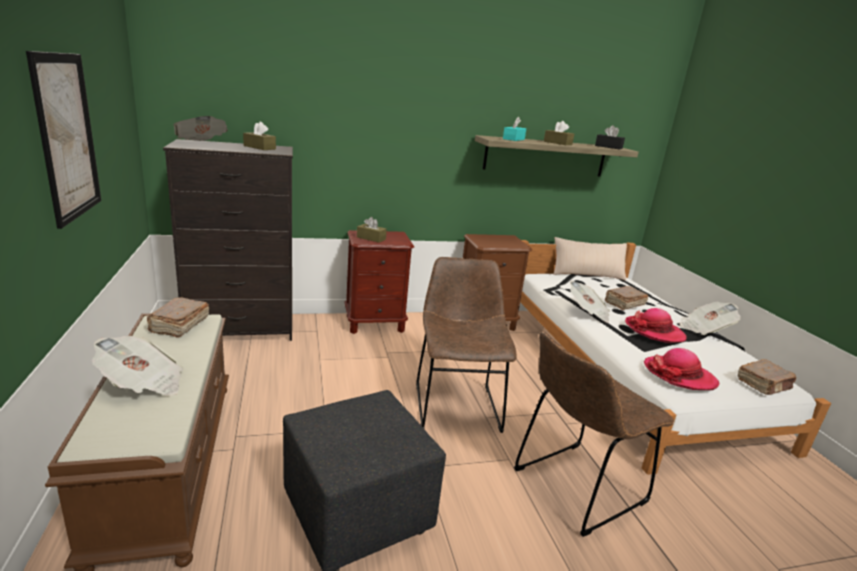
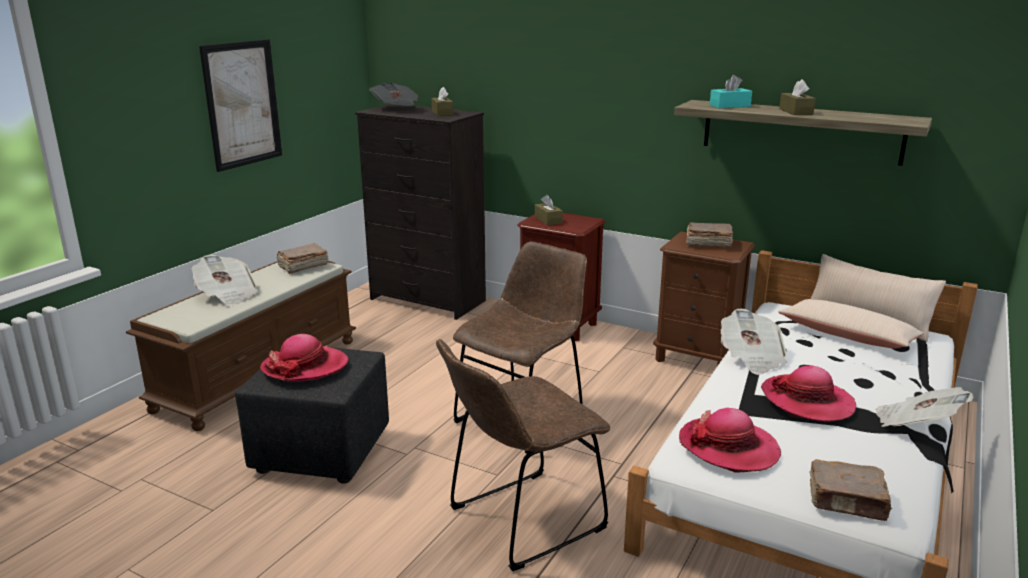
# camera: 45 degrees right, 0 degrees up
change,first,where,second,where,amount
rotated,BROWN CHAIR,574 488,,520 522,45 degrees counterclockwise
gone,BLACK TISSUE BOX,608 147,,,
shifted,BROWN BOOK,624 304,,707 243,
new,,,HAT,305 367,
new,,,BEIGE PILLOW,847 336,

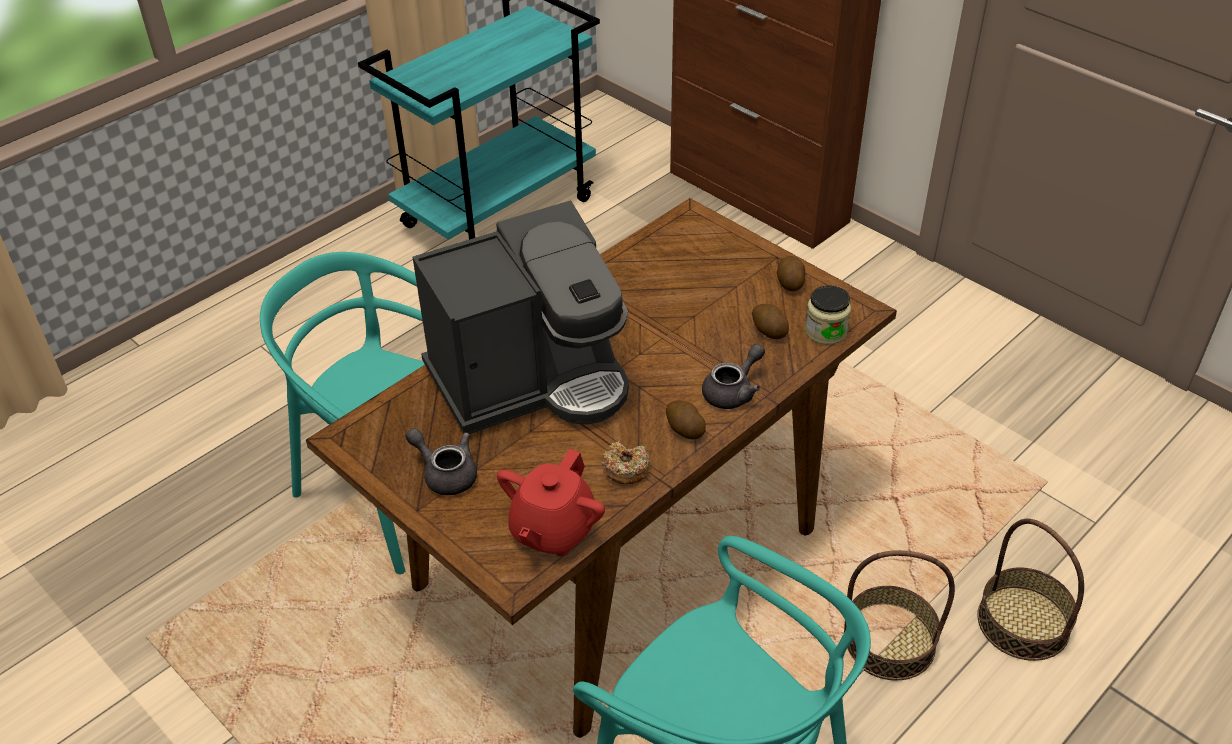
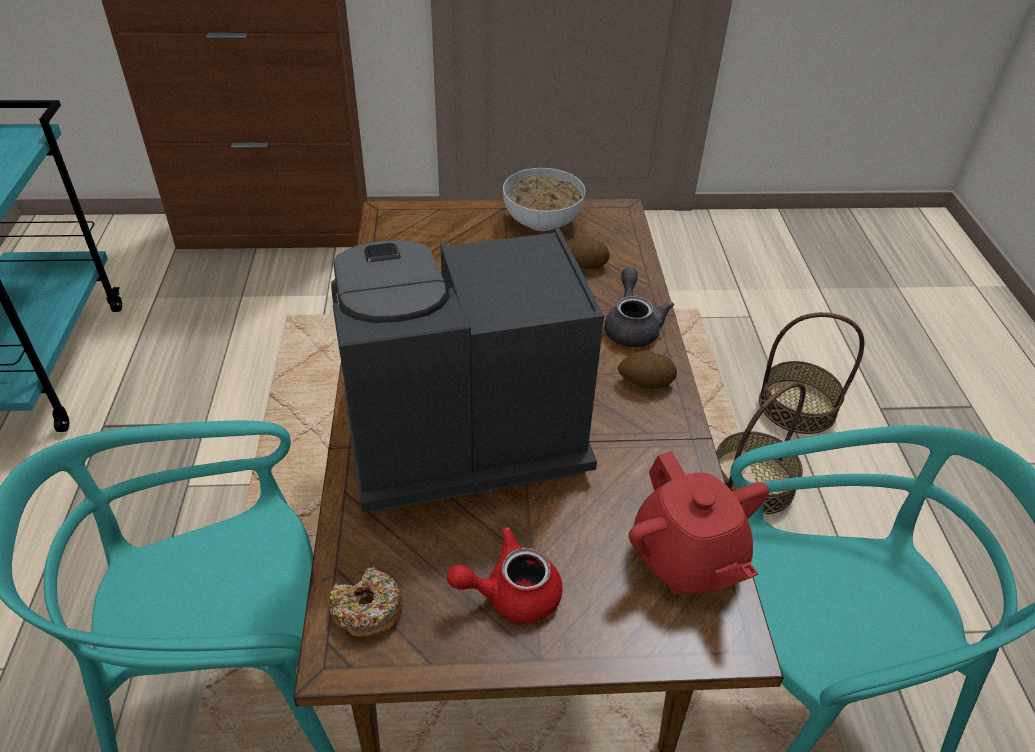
# camera: 50 degrees left, 0 degrees up
change,first,where,second,where,amount
repainted,GREY TEAPOT,445 473,RED TEAPOT,511 593,
rotated,COFFEE MACHINE,531 380,,456 436,120 degrees counterclockwise
shifted,DONUT,625 469,,367 610,
swapped,POTATO,790 283,BOWL,542 221,
gone,JAR,825 331,,,

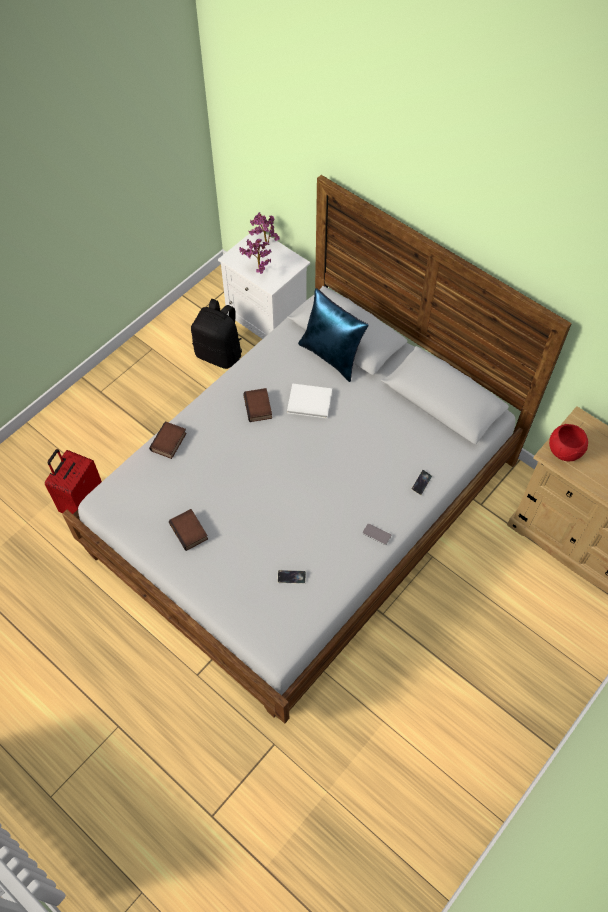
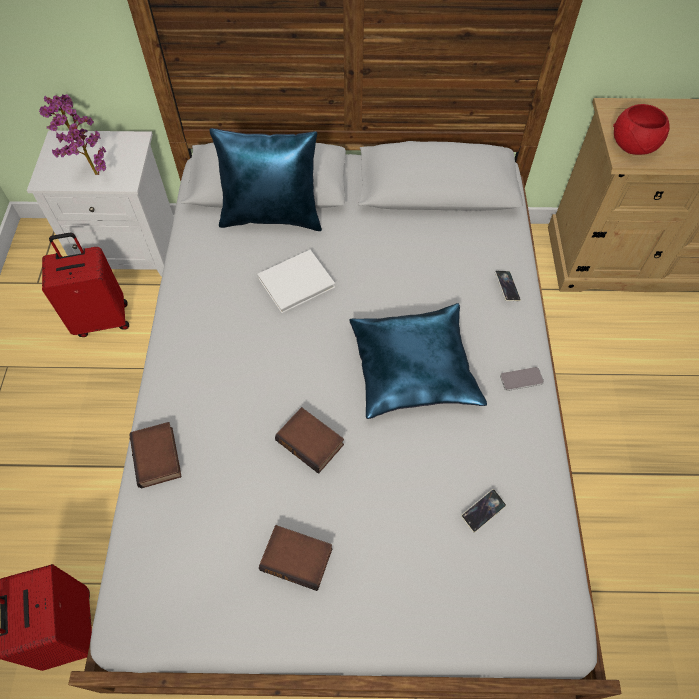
# camera: 40 degrees left, 0 degrees up
change,first,where,second,where,amount
swapped,BLACK BACKPACK,220 354,RED SUITCASE,102 319,
shifted,BOOK,259 407,,312 442,
new,,,BLUE PILLOW,413 368,

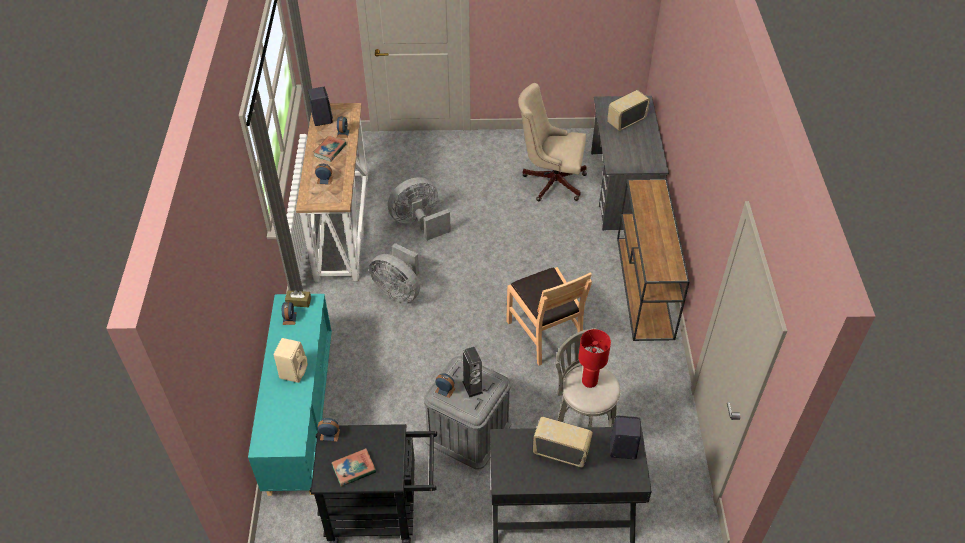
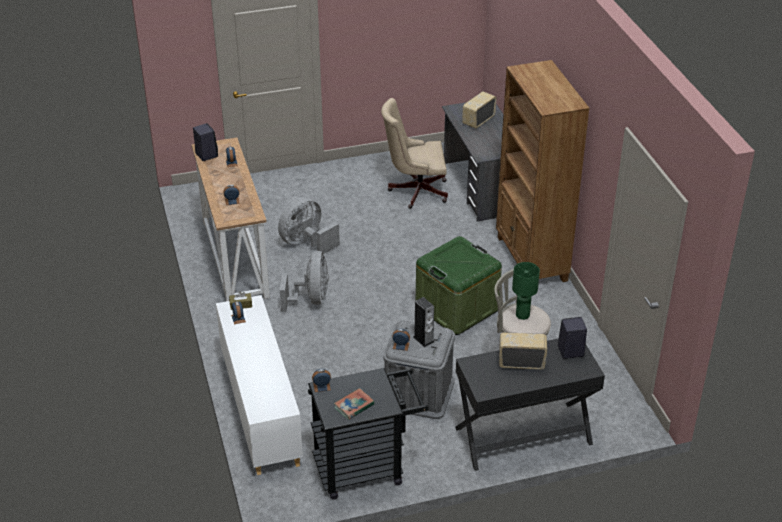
# camera: 15 degrees left, 10 degrees down
change,first,where,second,where,amount
repainted,TURQUOISE CABINET,300 414,WHITE CABINET,260 409,
gone,BEIGE SPEAKER,293 371,,,
gone,BOOK,330 150,,,
rotated,GREY FAN,399 291,,310 299,105 degrees counterclockwise
swapped,BROWN CHAIR,544 333,GREEN STORAGE BOX,456 308,
repainted,RED TABLE LAMP,589 381,GREEN TABLE LAMP,522 315,
swapped,BROWN CONSOLE TABLE,645 288,BROWN BOOKCASE,531 259,

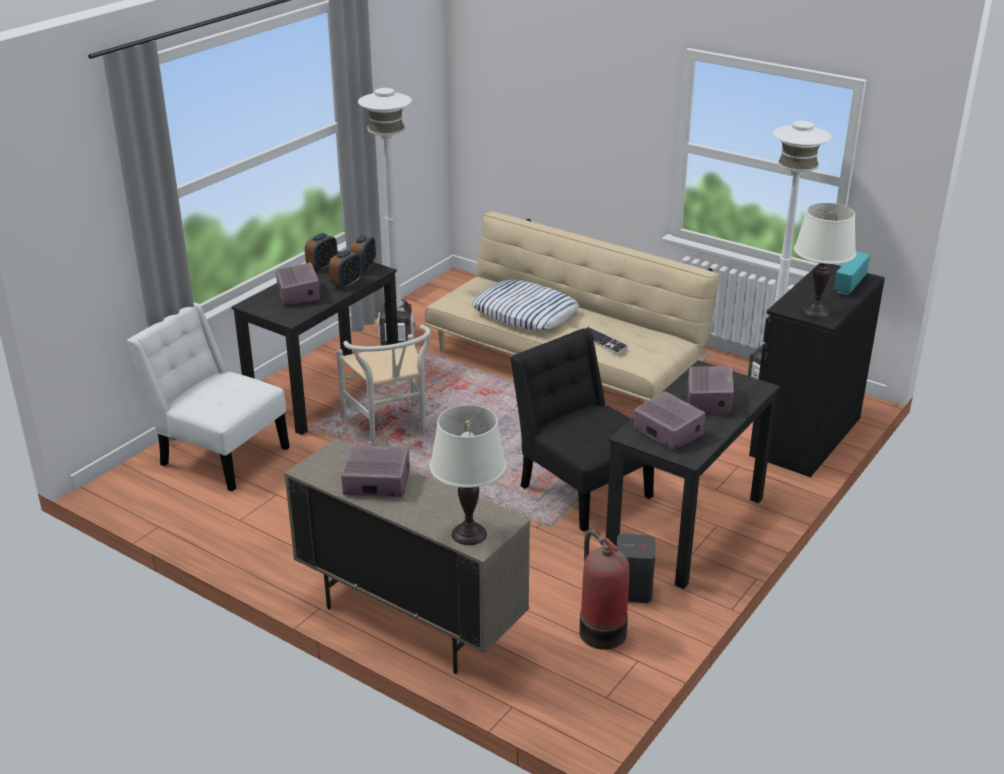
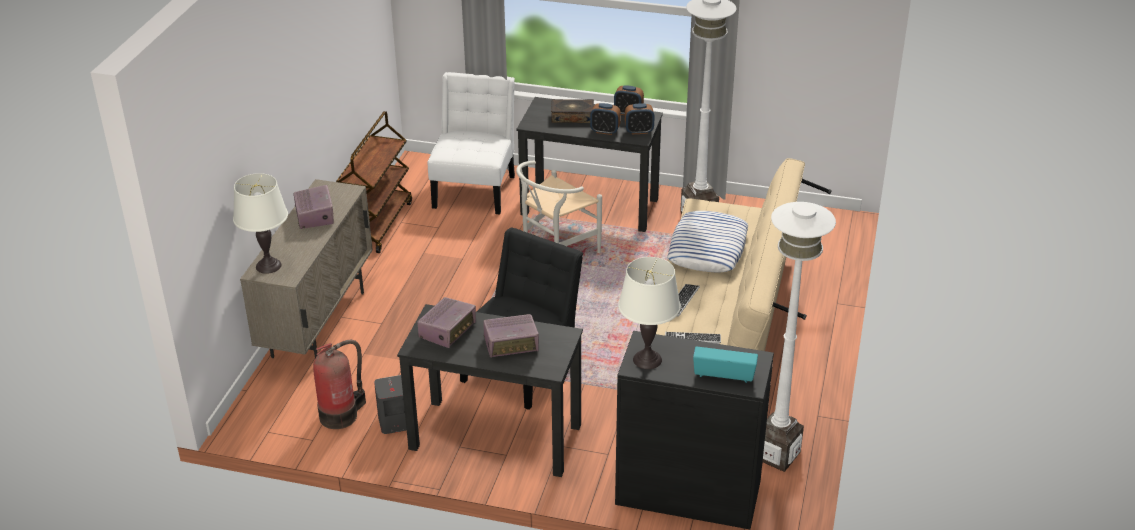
# camera: 70 degrees right, 5 degrees up
change,first,where,second,where,amount
swapped,RADIO,298 294,BOOK,572 116,
new,,,BROWN CART,377 224,
new,,,KEYBOARD,692 338,

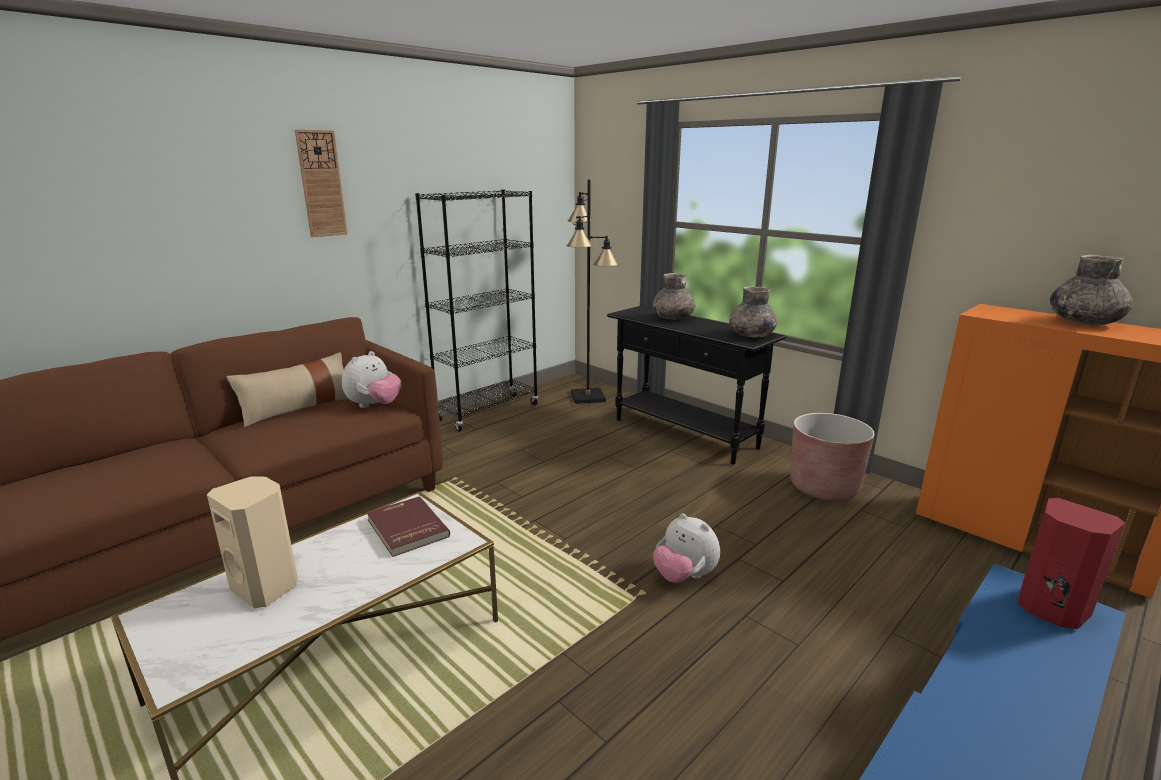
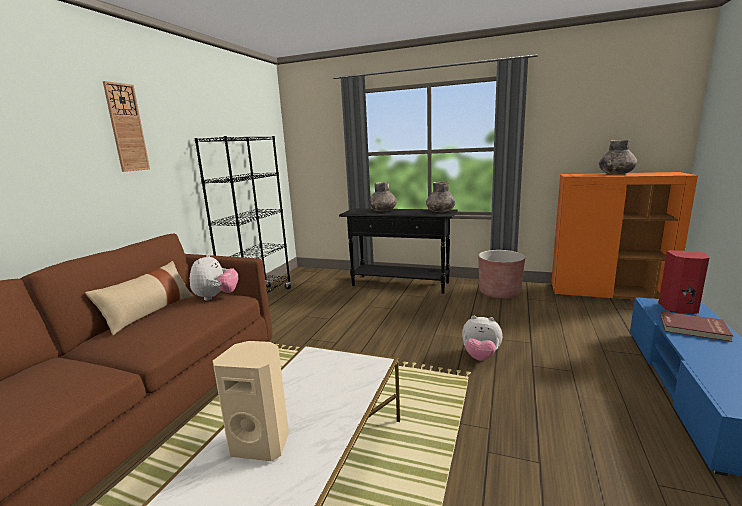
# camera: 25 degrees left, 5 degrees down
change,first,where,second,where,amount
shifted,RED BOOK,406 529,,693 328,
gone,BLACK FLOOR LAMP,588 397,,,

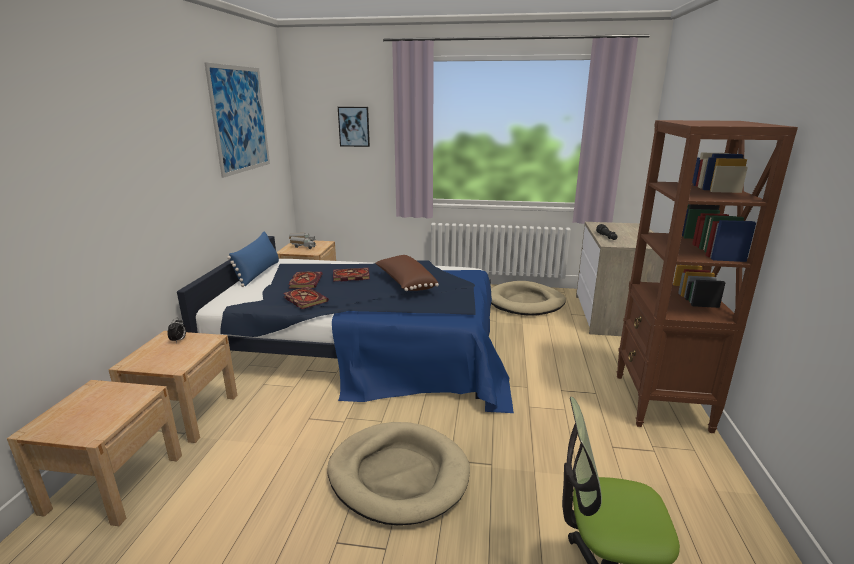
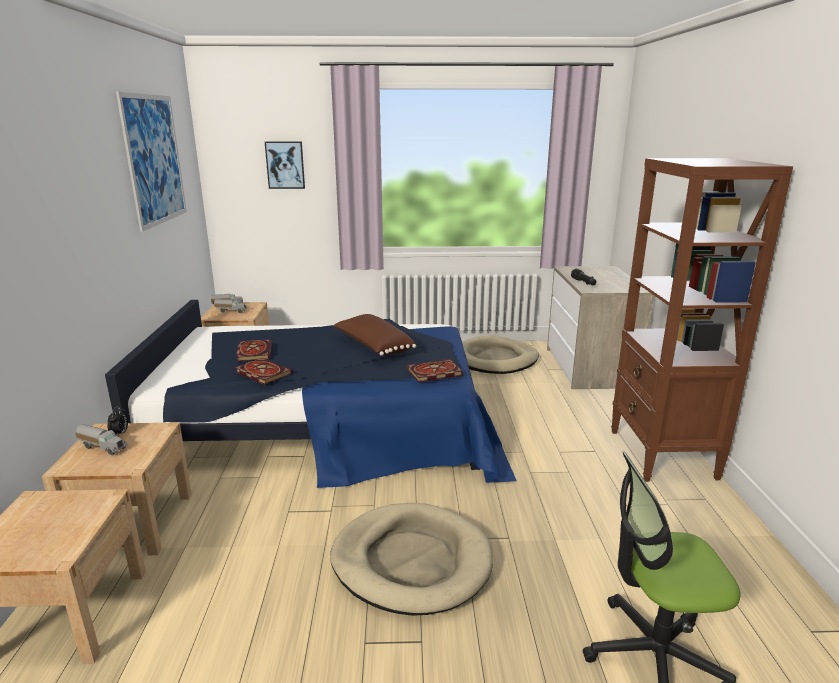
# camera: 10 degrees left, 0 degrees up
change,first,where,second,where,amount
gone,BLUE PILLOW,258 273,,,
shifted,BOOK,350 276,,433 373,
new,,,TOY TRUCK,103 447,

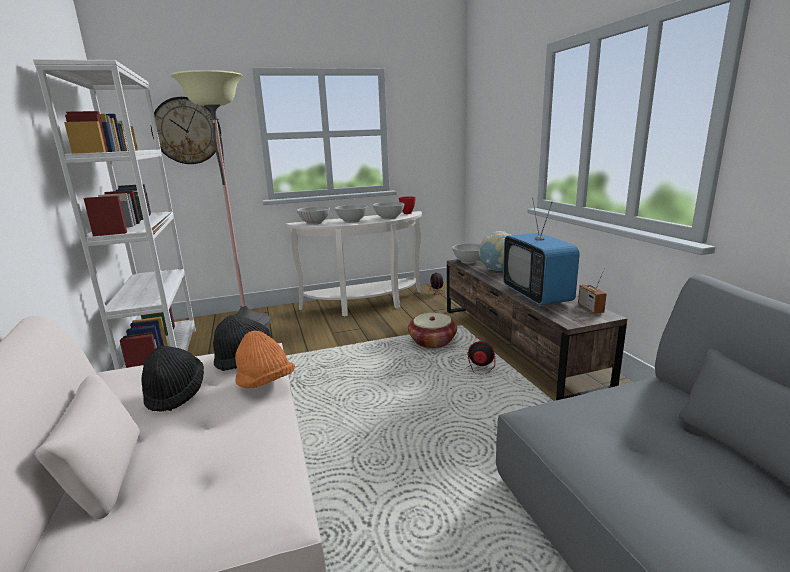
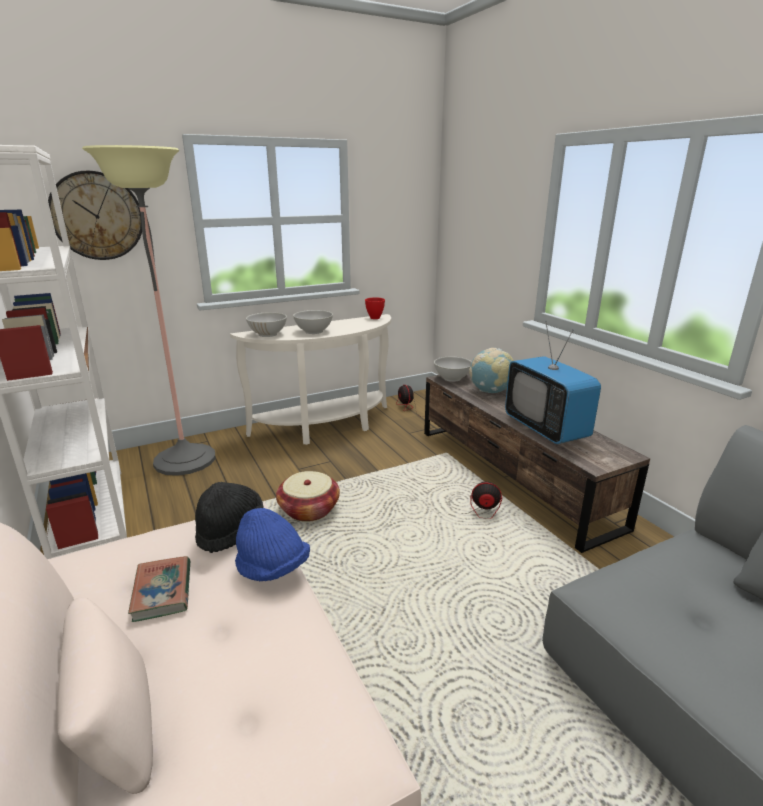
# camera: 10 degrees left, 5 degrees up
change,first,where,second,where,amount
swapped,BLACK HAT,175 393,BOOK,162 591,
repainted,ORANGE HAT,265 383,BLUE HAT,272 568,
gone,WHITE BOWL,389 218,,,
shifted,BASKET,432 341,,309 509,
gone,RADIO,590 308,,,

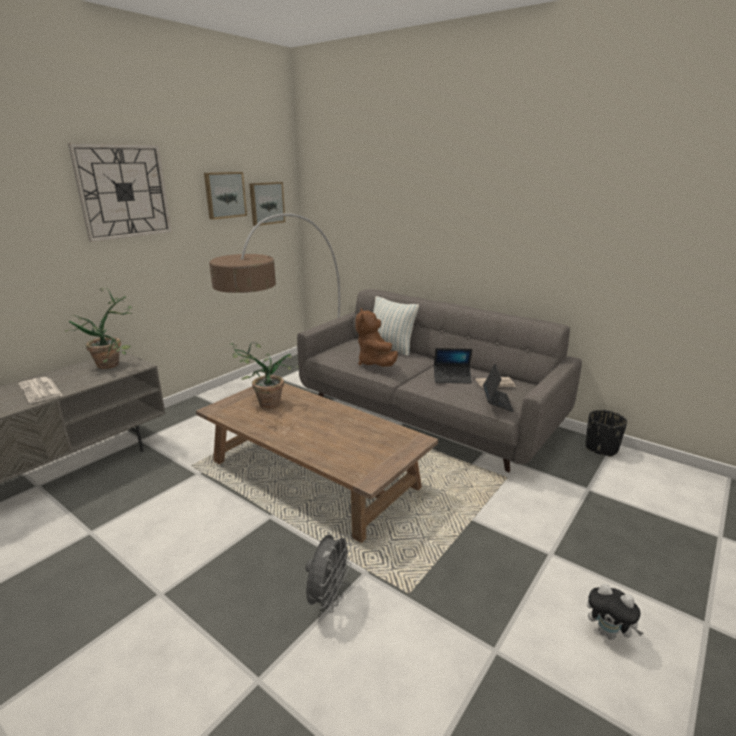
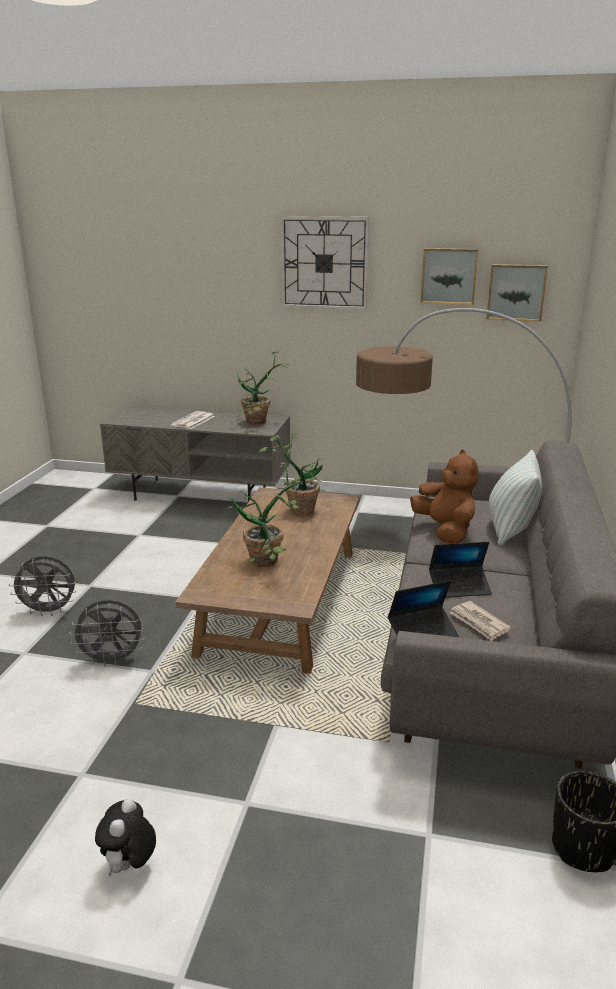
# camera: 65 degrees right, 0 degrees up
change,first,where,second,where,amount
rotated,BROWN PLUSH TOY,375 363,,445 531,105 degrees clockwise
rotated,LAPTOP,452 378,,459 587,75 degrees counterclockwise
new,,,GREY FAN,49 611,
new,,,POTTED PLANT,270 562,

